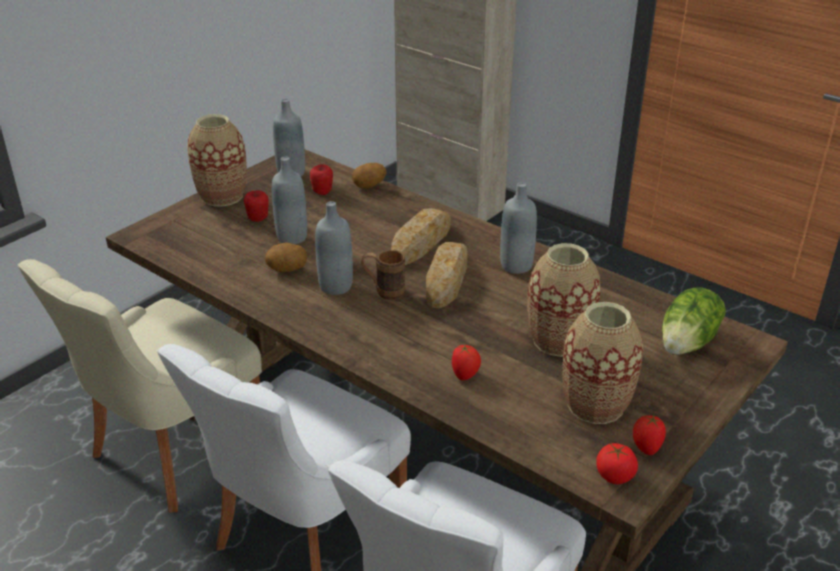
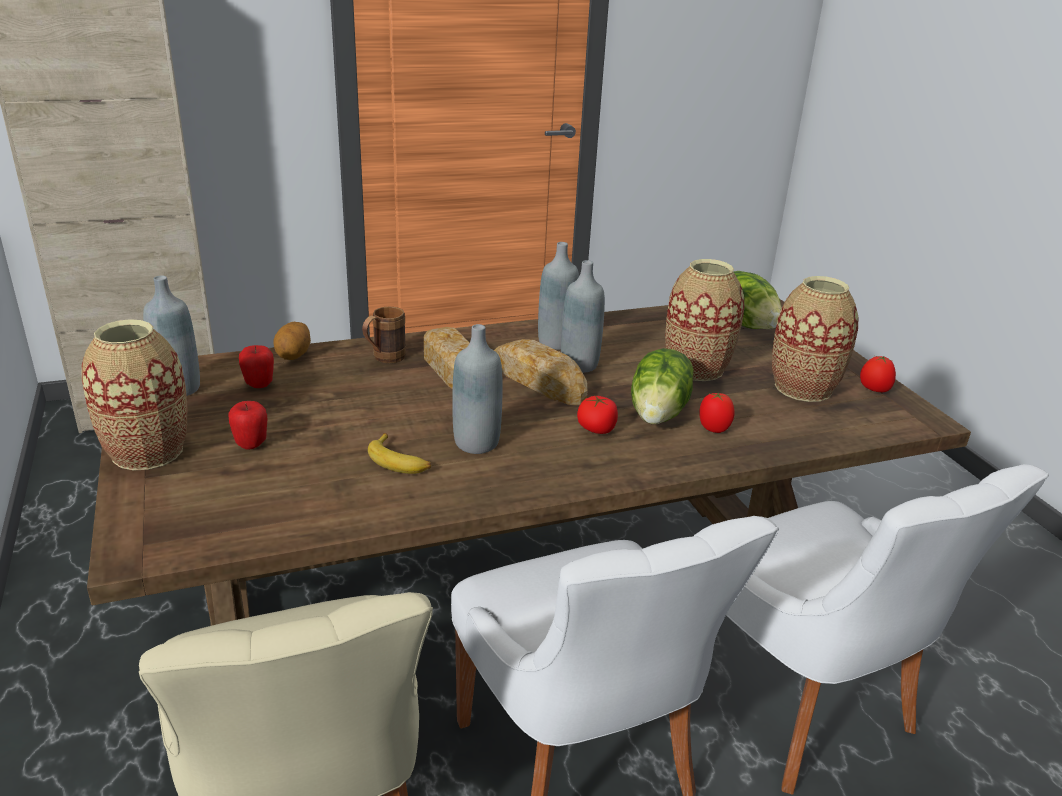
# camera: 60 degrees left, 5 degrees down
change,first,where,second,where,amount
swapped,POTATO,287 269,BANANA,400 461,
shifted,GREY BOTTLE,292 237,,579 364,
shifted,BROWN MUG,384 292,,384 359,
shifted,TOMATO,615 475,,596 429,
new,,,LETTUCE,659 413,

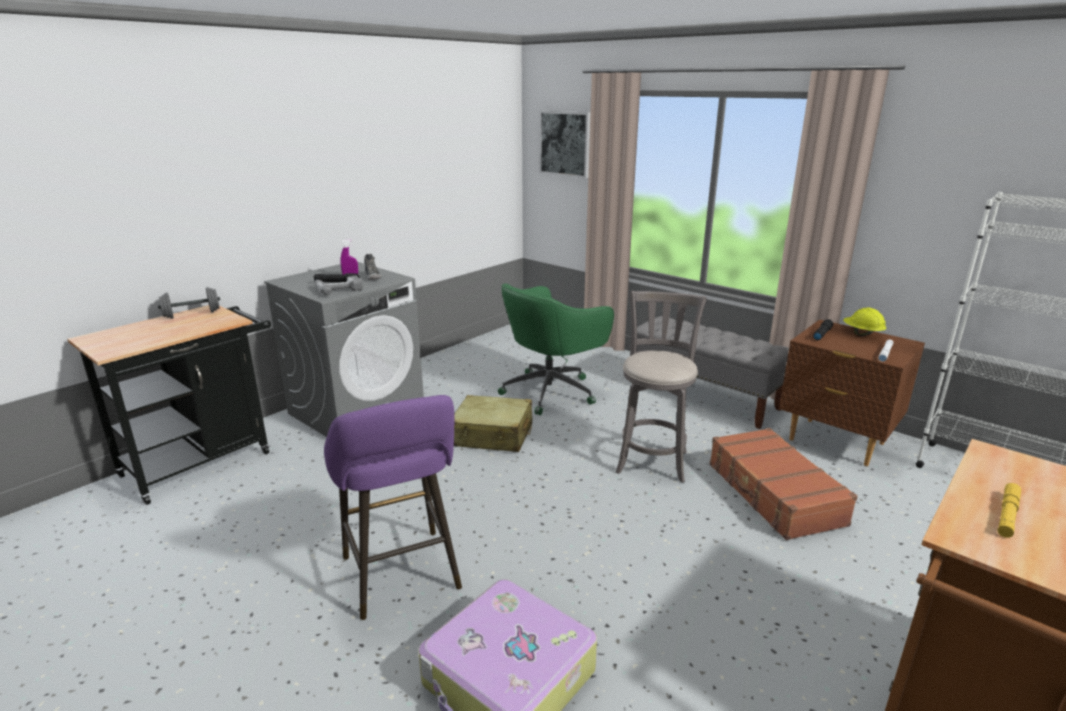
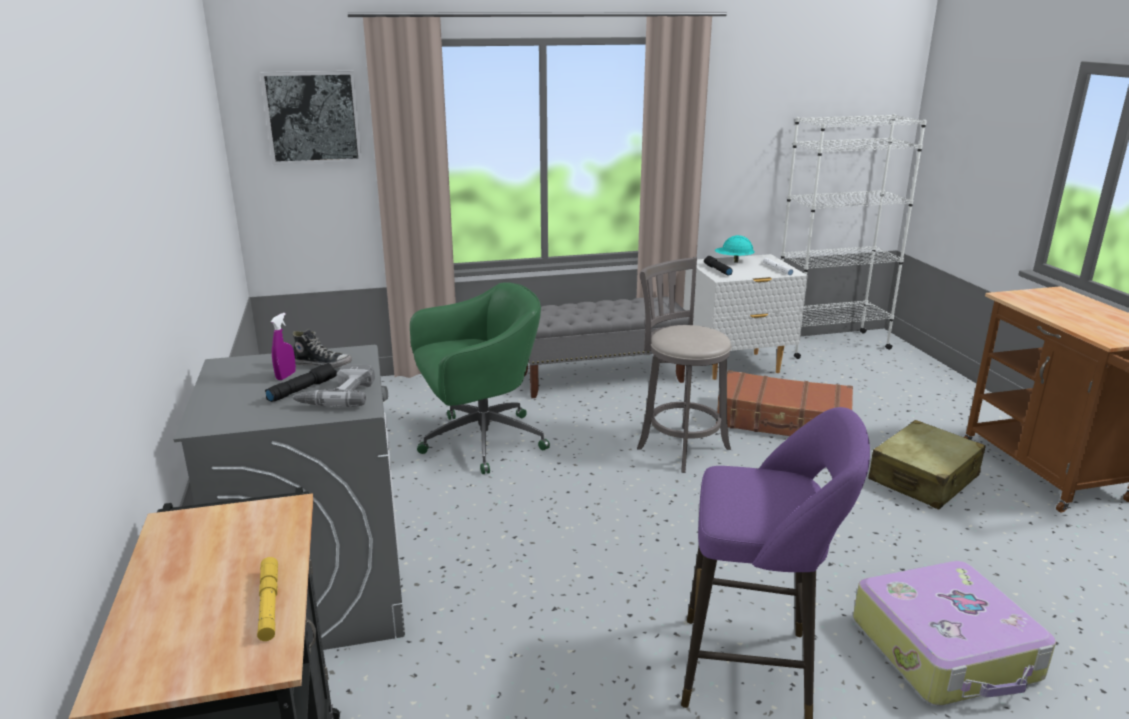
# camera: 55 degrees left, 0 degrees up
change,first,where,second,where,amount
gone,GREY DUMBBELL,192 314,,,
shifted,BEIGE SUITCASE,493 435,,923 478,
rotated,GREEN OFFICE CHAIR,551 391,,479 441,105 degrees counterclockwise
repainted,BROWN NIGHTSTAND,835 442,WHITE NIGHTSTAND,736 366,
repainted,YELLOW HARD HAT,862 334,TURQUOISE HARD HAT,733 261,
shifted,YELLOW FLASHLIGHT,1007 514,,269 604,

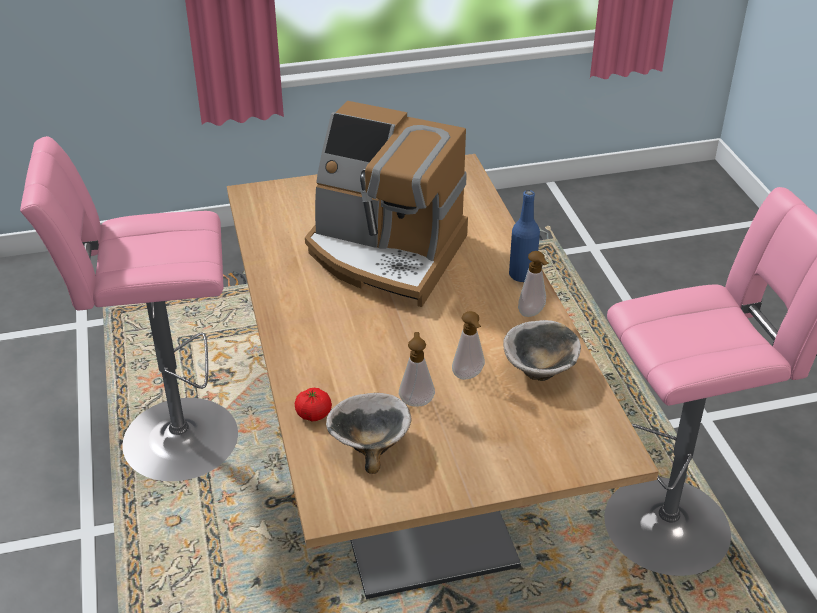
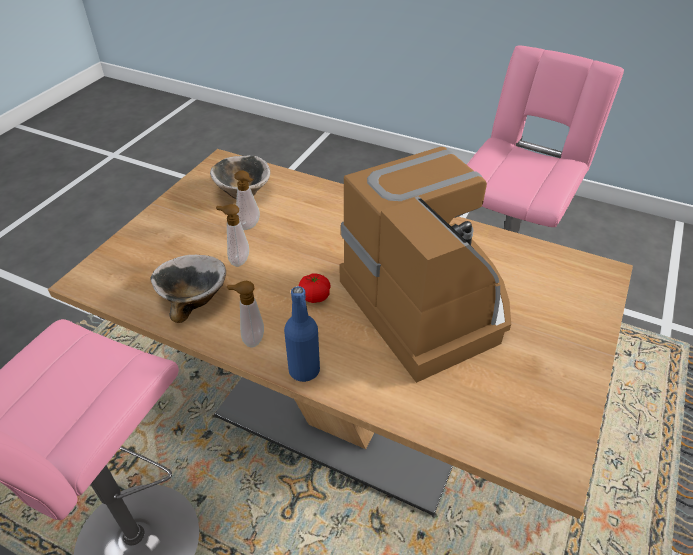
# camera: 130 degrees right, 5 degrees up
change,first,where,second,where,amount
shifted,TOMATO,313 414,,314 296,
rotated,COFFEE MACHINE,385 254,,429 302,90 degrees clockwise

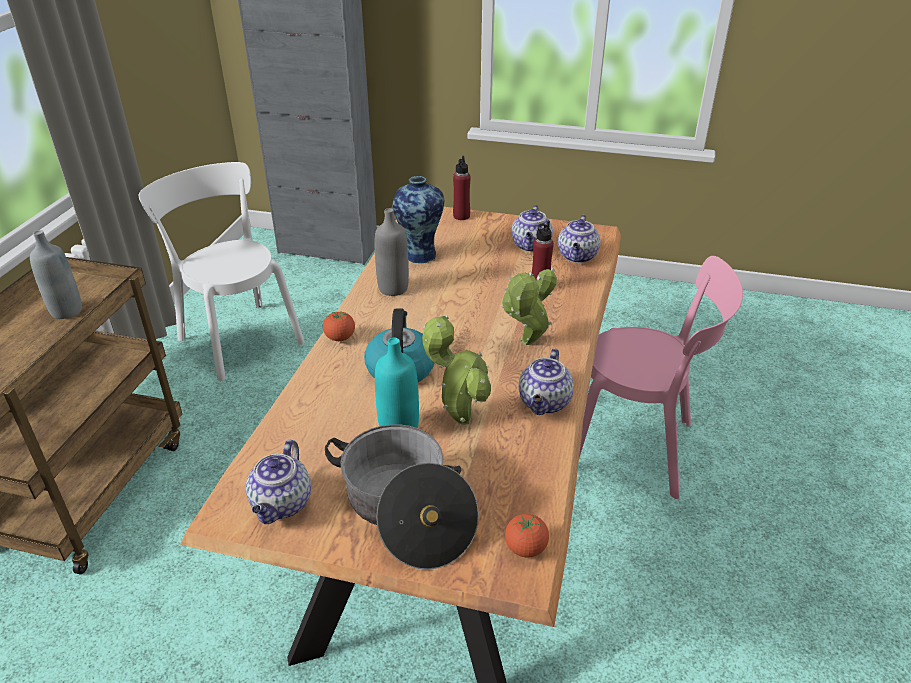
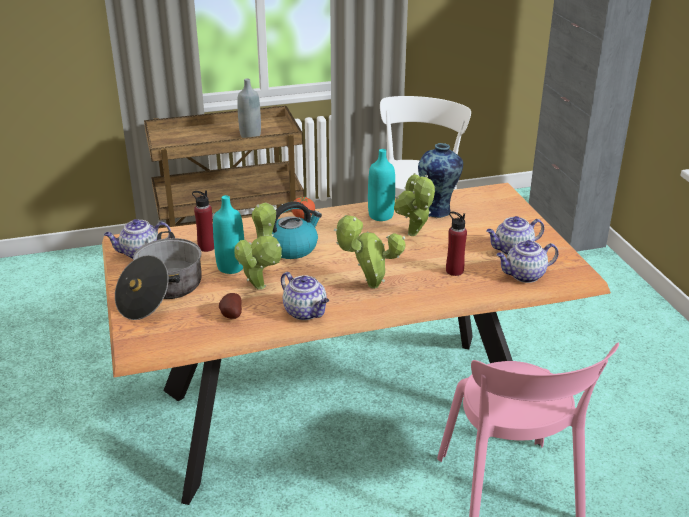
# camera: 60 degrees right, 5 degrees down
change,first,where,second,where,amount
repainted,GREY BOTTLE,393 288,TURQUOISE BOTTLE,380 215,
shifted,RED BOTTLE,461 216,,206 247,
gone,TOMATO,525 548,,,
rotated,TEAPOT,545 403,,306 312,120 degrees counterclockwise
new,,,POTATO,230 315,
new,,,POTTED PLANT,414 235,

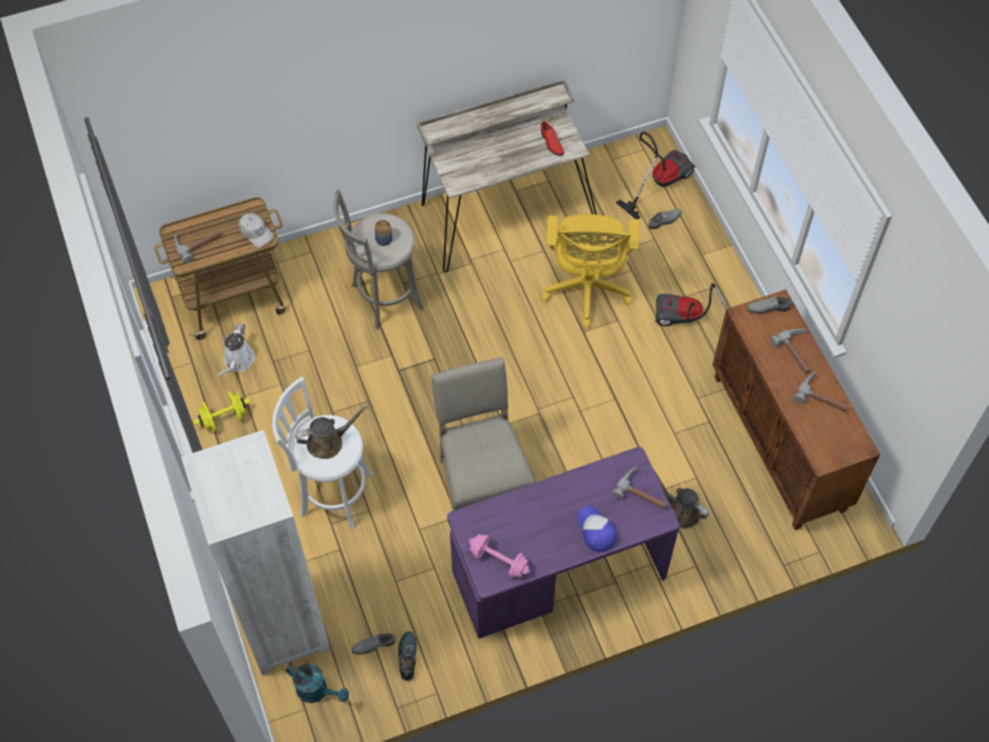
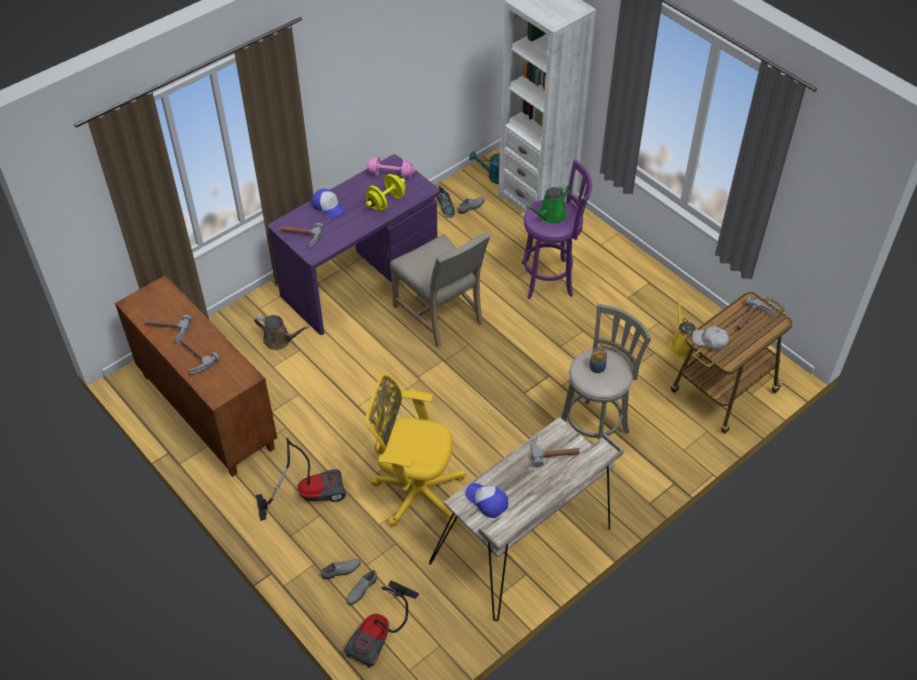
# camera: 160 degrees right, 10 degrees down
change,first,where,second,where,amount
shifted,YELLOW DUMBBELL,224 419,,386 202,
repainted,WHITE WATERING CAN,238 361,YELLOW WATERING CAN,682 344,
repainted,WHITE STOOL,332 493,PURPLE STOOL,550 279,
repainted,BROWN WATERING CAN,328 442,GREEN WATERING CAN,550 216,
swapped,RED SHOE,551 142,CAP,487 501,
rotated,YELLOW OFFICE CHAIR,587 290,,415 492,60 degrees counterclockwise
shifted,GREY SHOE,768 307,,341 570,
new,,,HAMMER,553 451,

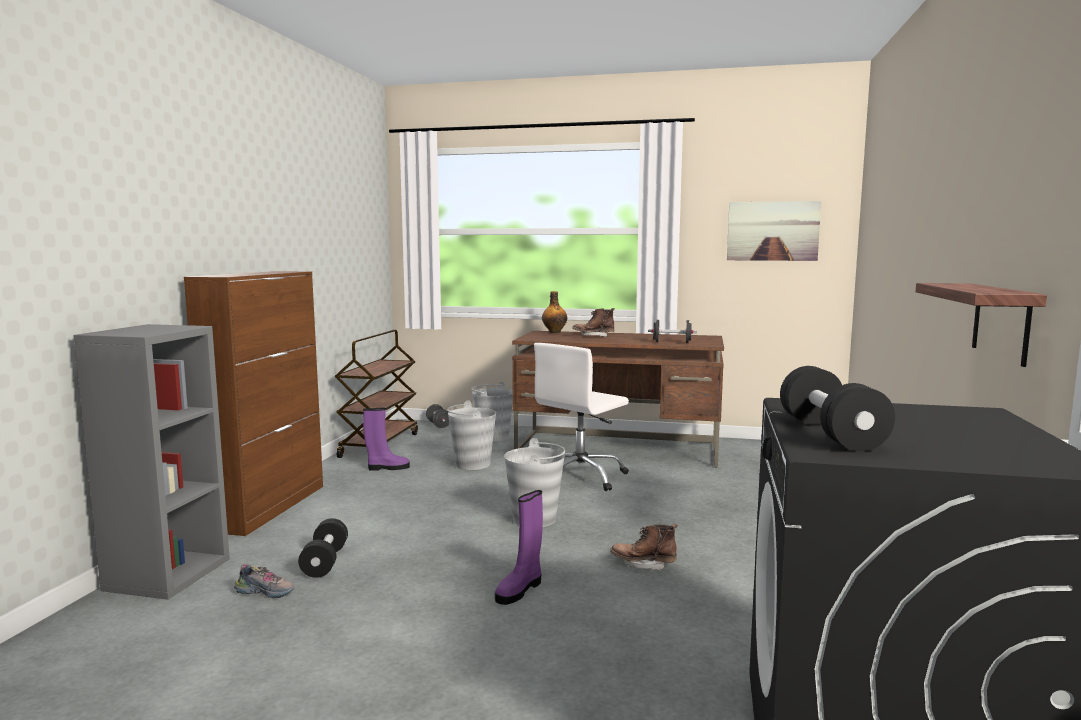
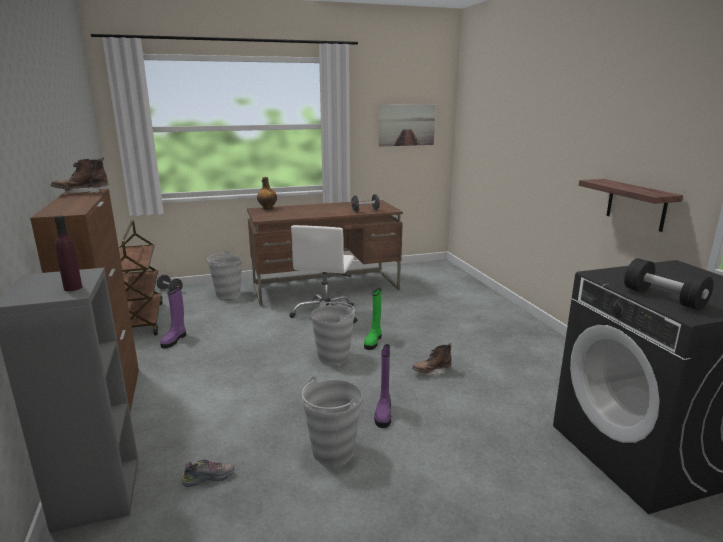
# camera: 30 degrees left, 10 degrees up
change,first,where,second,where,amount
gone,BLACK DUMBBELL,325 562,,,
rotated,PURPLE BOOT,387 468,,174 340,150 degrees clockwise
shifted,GREY BUCKET,472 464,,332 451,
shifted,BROWN BOOT,593 336,,82 193,
new,,,PURPLE BOTTLE,73 288,
new,,,GREEN BOOT,373 341,

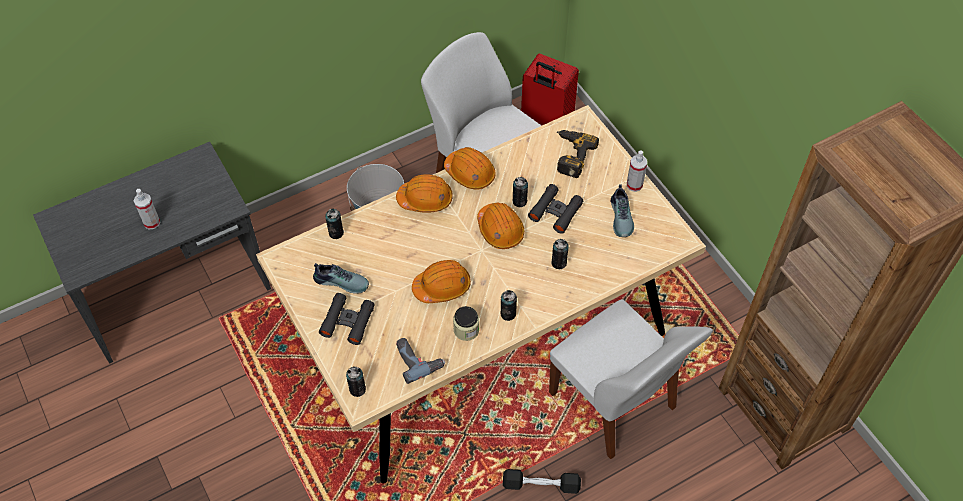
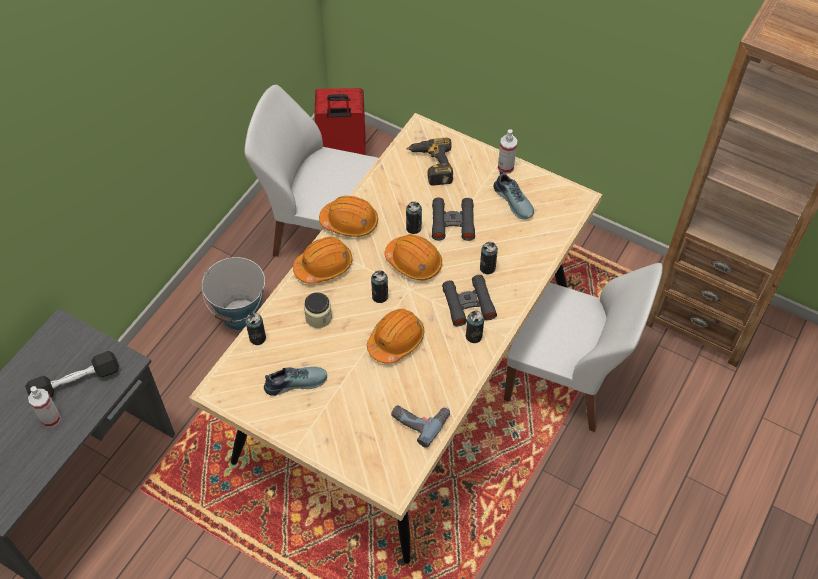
# camera: 30 degrees left, 0 degrees up
change,first,where,second,where,amount
shifted,BLACK BINOCULARS,347 321,,468 303,
shifted,CAN,357 389,,380 296,
shifted,JAR,466 330,,318 317,
shifted,BLACK DUMBBELL,541 485,,76 382,

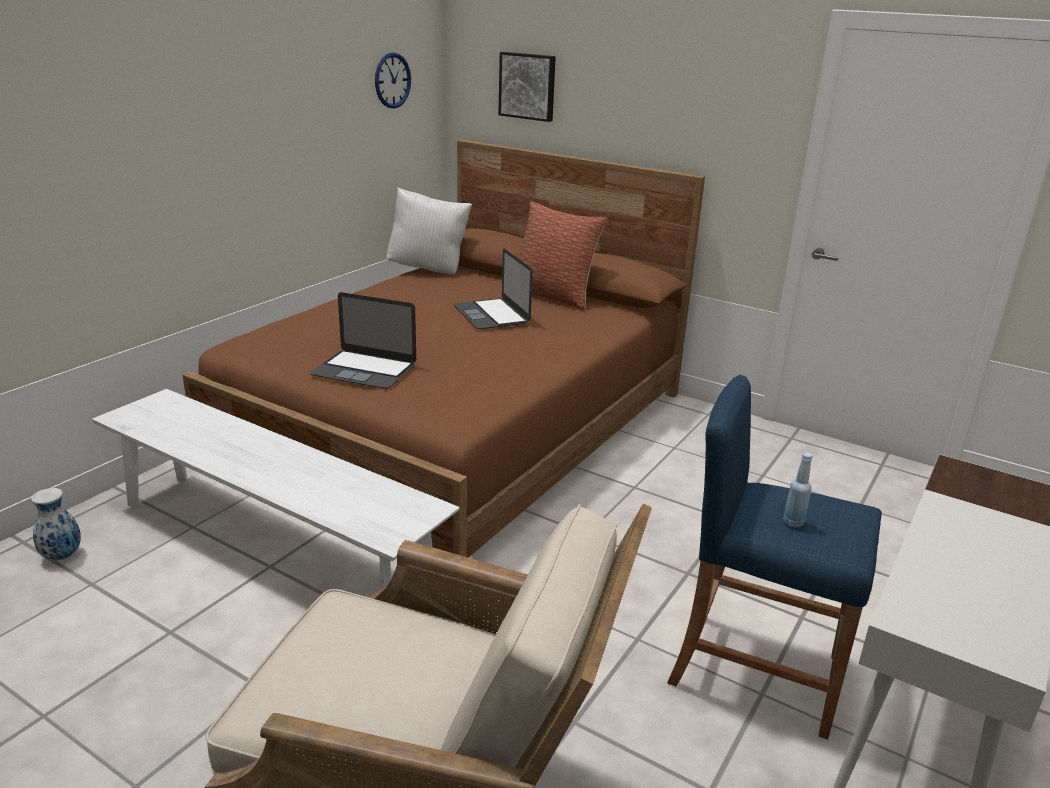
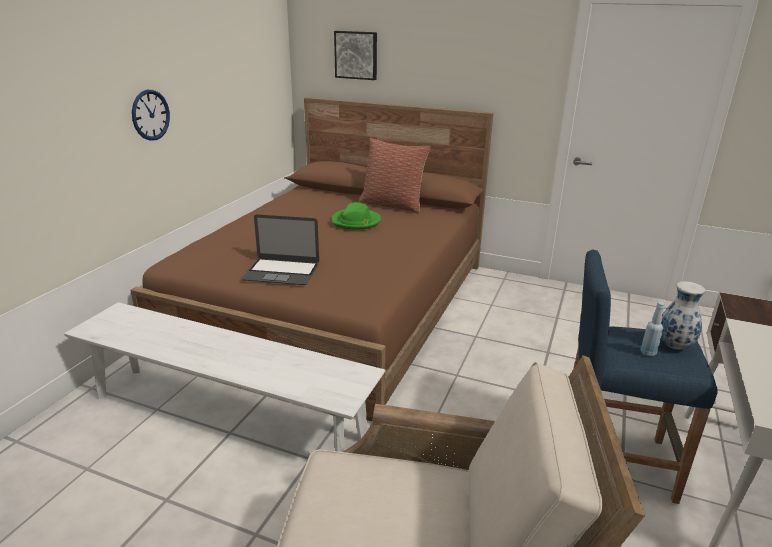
# camera: 10 degrees left, 0 degrees up
change,first,where,second,where,amount
shifted,VASE,62 556,,675 346,
shifted,WALL CLOCK,392 80,,150 115,
gone,WHITE PILLOW,429 269,,,
swapped,LAPTOP,491 314,GREEN HAT,356 222,

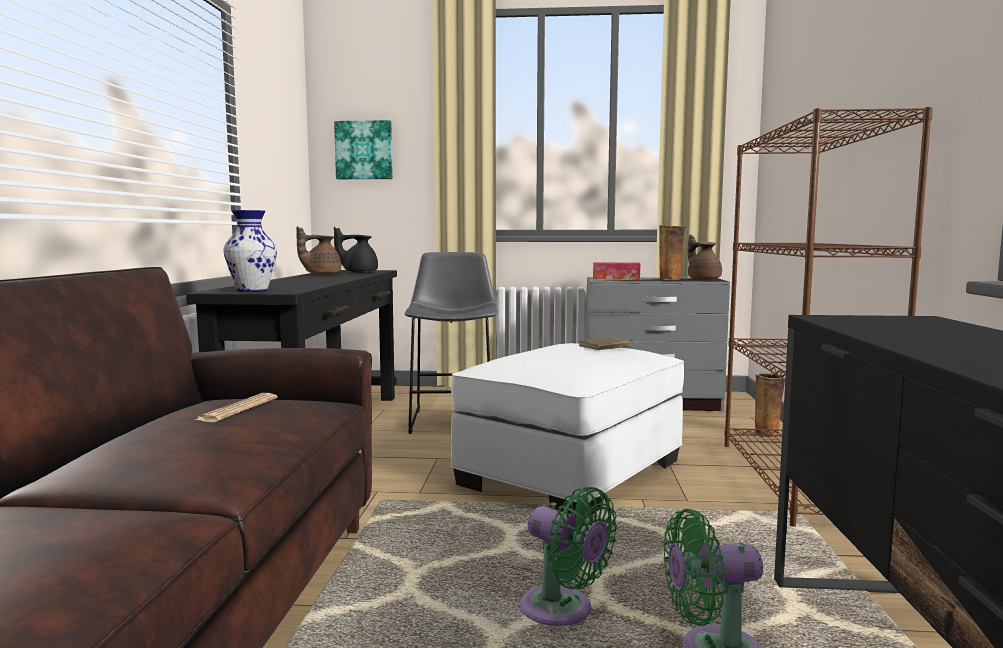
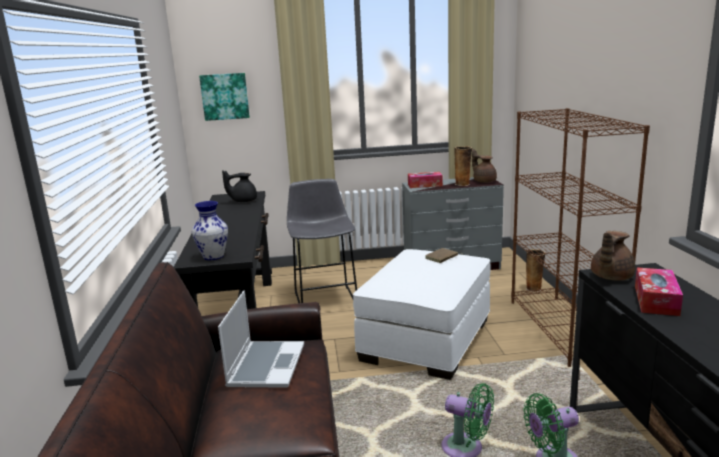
# camera: 10 degrees left, 10 degrees up
change,first,where,second,where,amount
swapped,NEWSPAPER,238 409,LAPTOP,266 365,
shifted,BROWN TEAPOT,321 274,,610 277,
new,,,TISSUE BOX,656 300,

